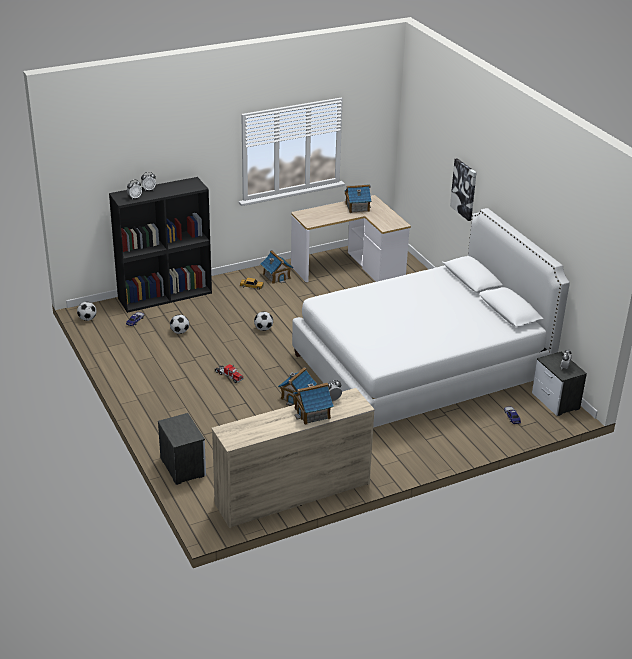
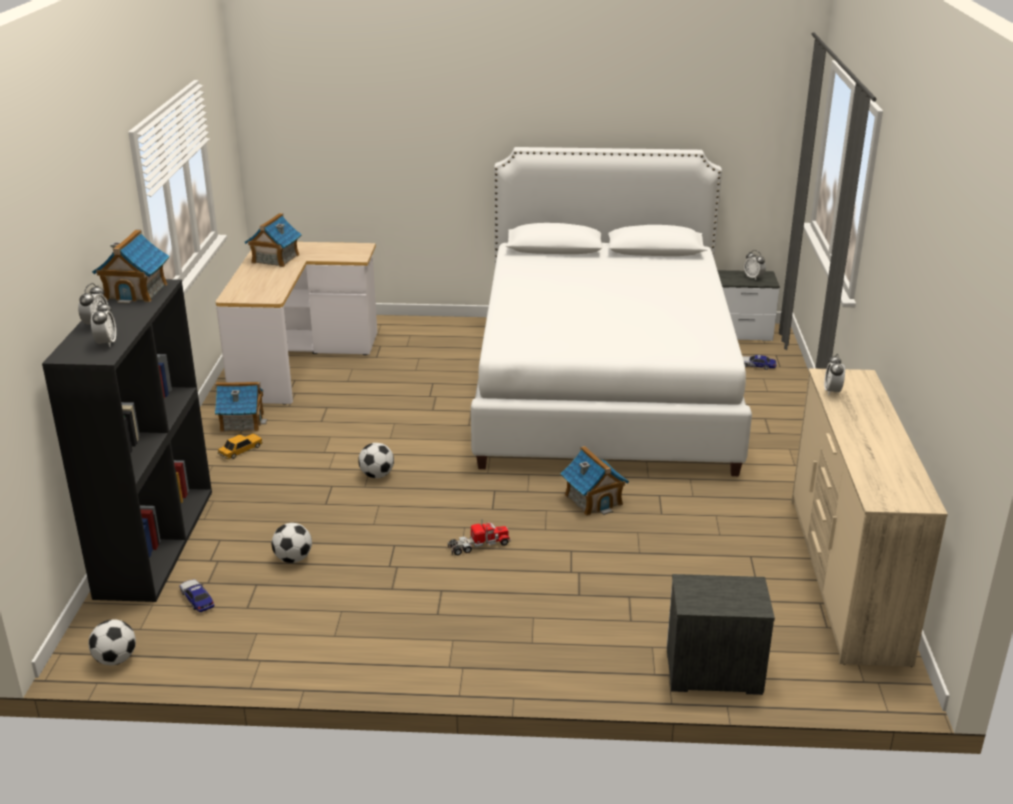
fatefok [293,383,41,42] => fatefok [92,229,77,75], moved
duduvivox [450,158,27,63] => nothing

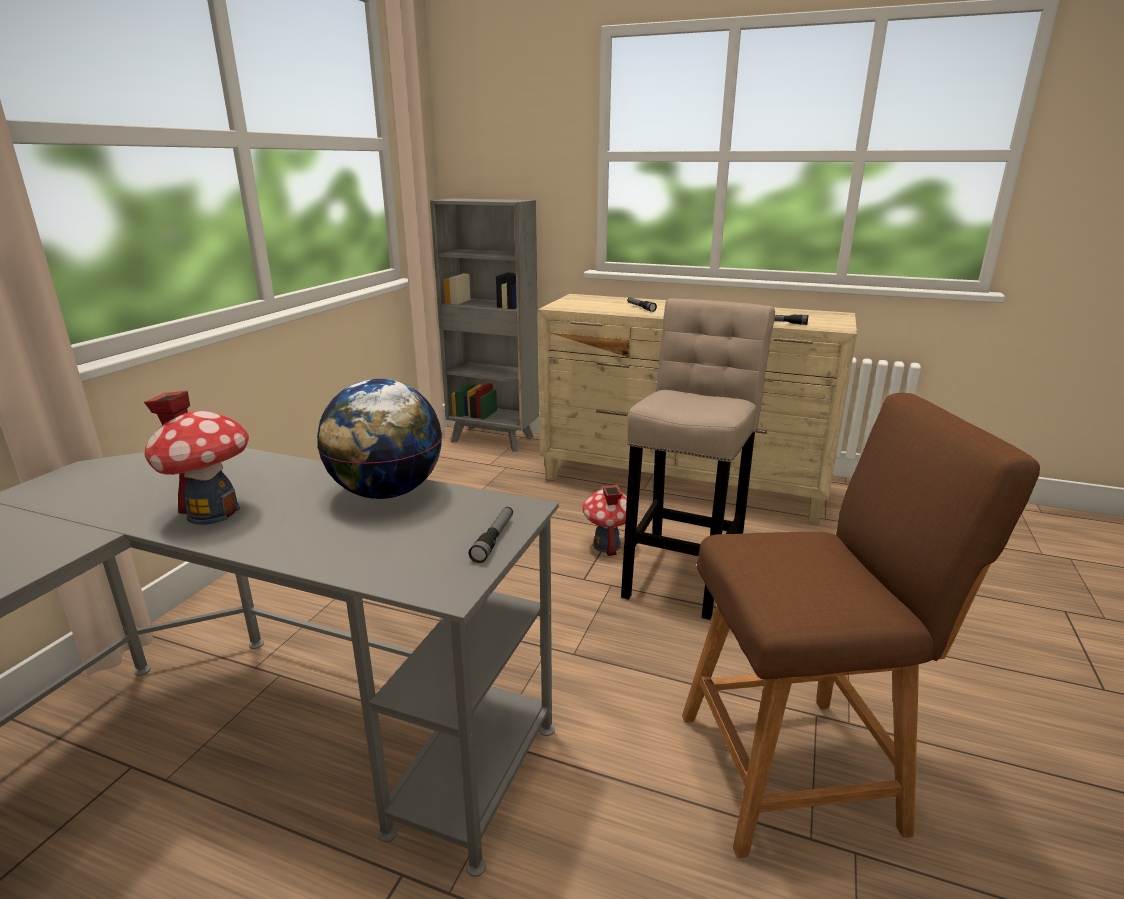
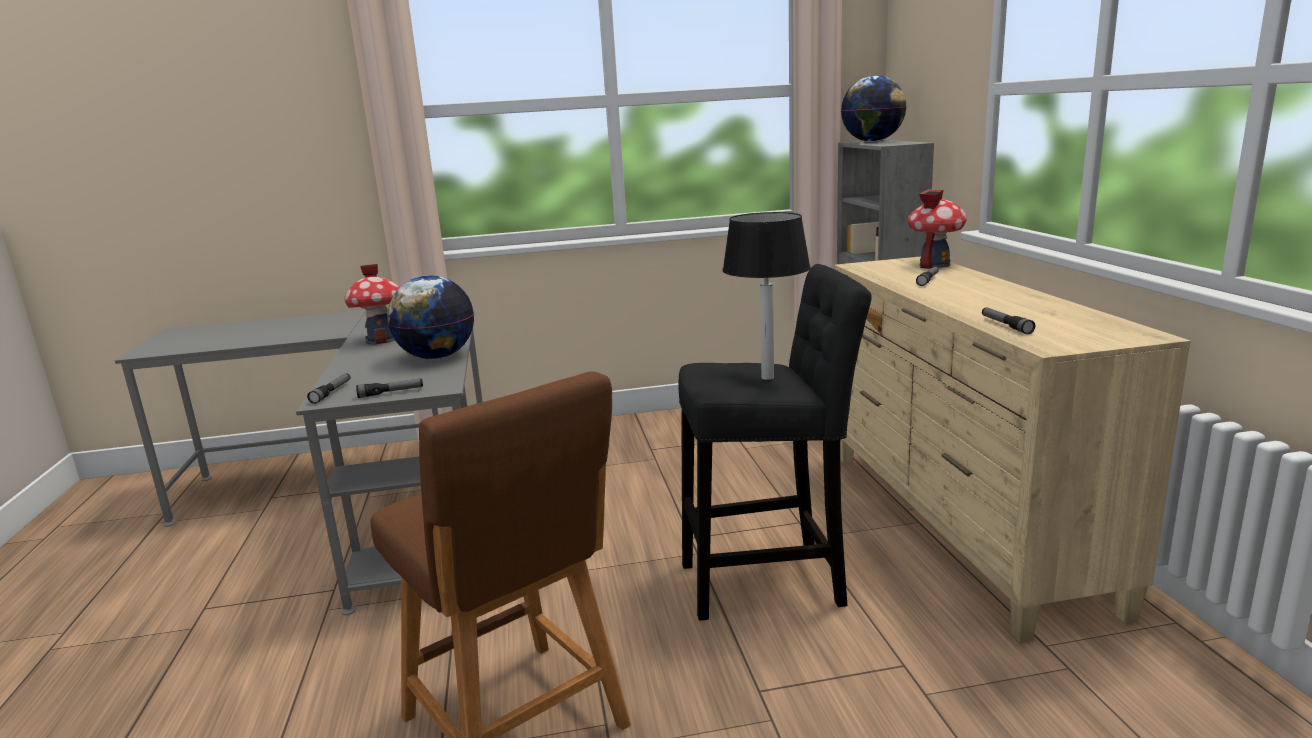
fatefok [582,485,45,71] => fatefok [908,189,59,80], moved
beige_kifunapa [621,298,154,322] => black_kifunapa [679,264,193,357]
nothing => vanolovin [307,373,44,31]
nothing => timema [722,212,89,168]
nothing => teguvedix [841,75,66,67]

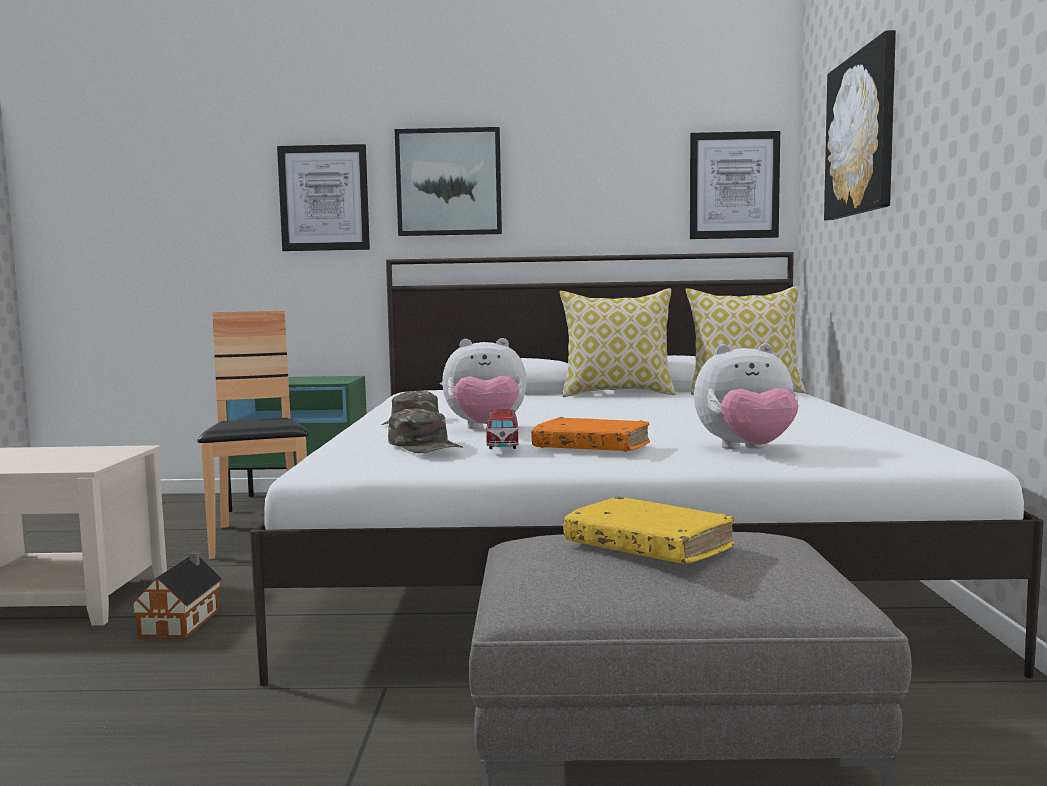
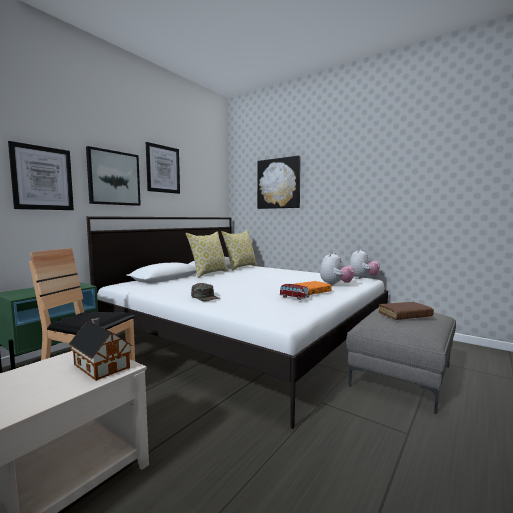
fatefok [130,551,93,87] => fatefok [69,318,63,63], moved
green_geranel [388,409,75,44] => nothing
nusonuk [442,338,85,91] => nusonuk [350,249,30,30], moved
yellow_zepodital [563,497,172,67] => brown_zepodital [379,302,55,18]
duduvivox [690,131,90,108] => duduvivox [146,142,34,52], moved

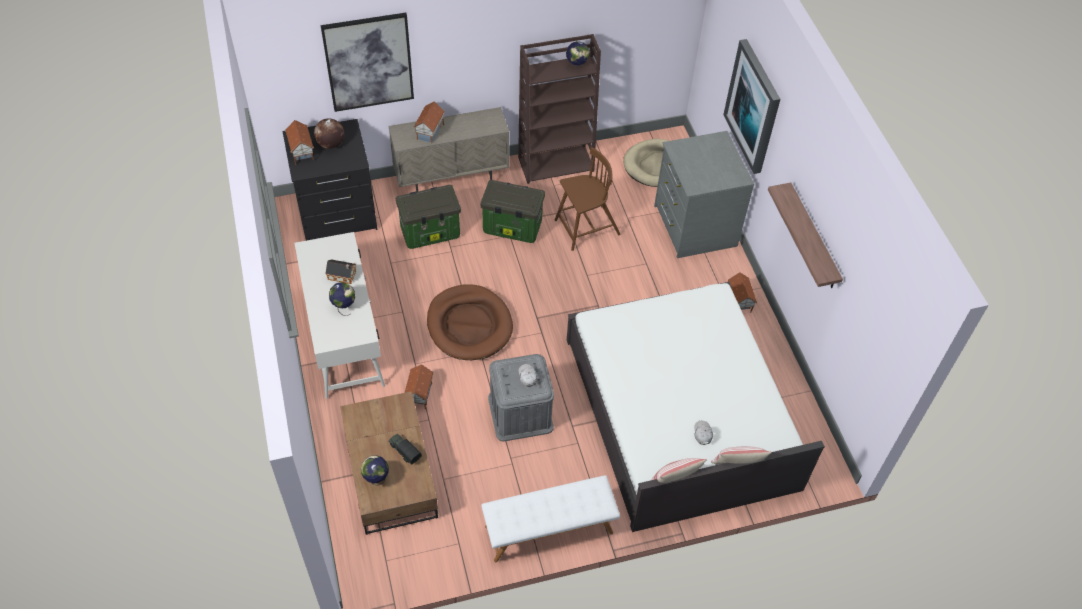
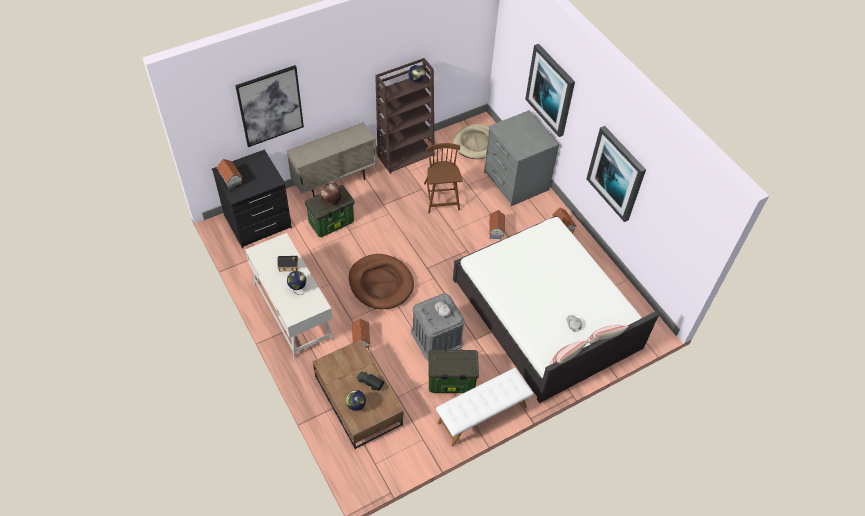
teguvedix [314,118,30,31] => teguvedix [320,183,22,22], moved
fatefok [414,101,31,43] => fatefok [489,210,16,29], moved
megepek [480,180,65,63] => megepek [428,349,51,44], moved
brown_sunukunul [555,147,66,104] => brown_sunukunul [424,143,39,70], 60 degrees counterclockwise
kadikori [768,183,75,105] => duduvivox [586,126,60,96]

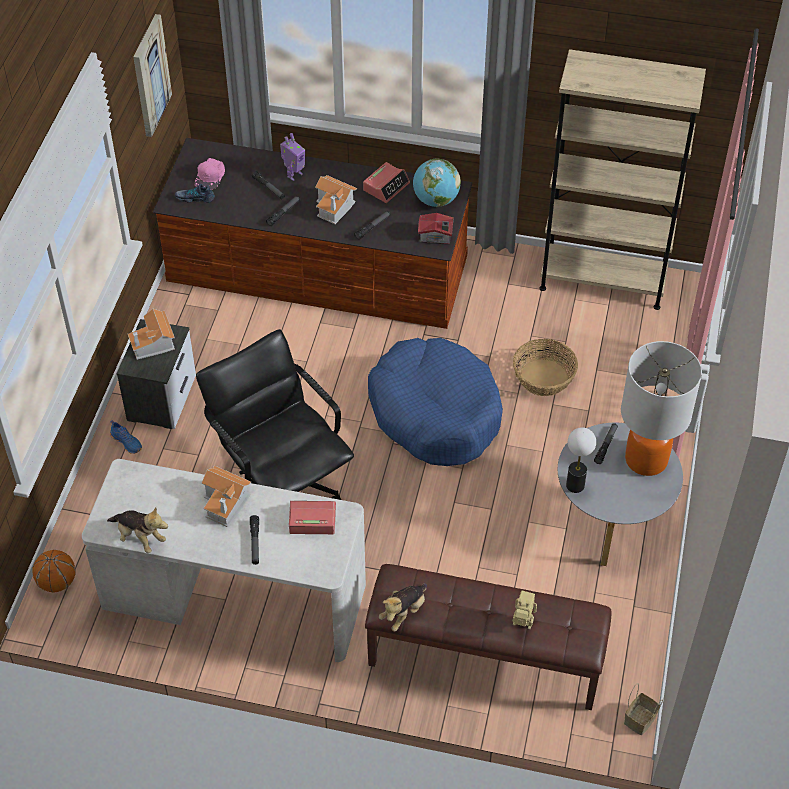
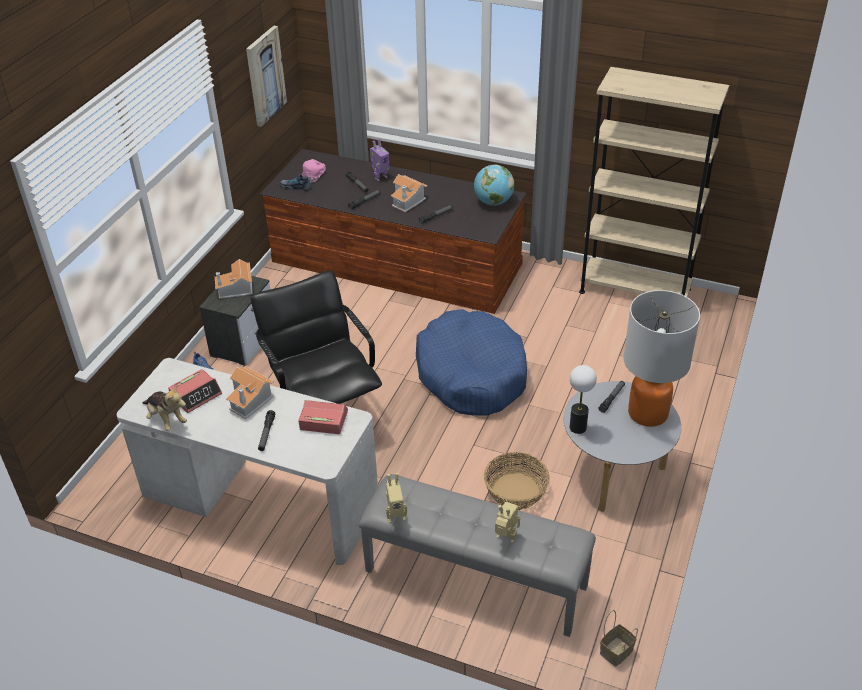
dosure [32,550,44,42] => nothing
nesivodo [363,162,47,41] => nesivodo [168,369,54,44], moved
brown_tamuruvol [365,564,247,146] => grey_tamuruvol [359,474,237,163]
nusonuk [379,583,48,49] => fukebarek [386,473,21,50]
fatefok [418,213,36,32] => nothing
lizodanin [513,338,65,58] => lizodanin [484,452,66,58], moved

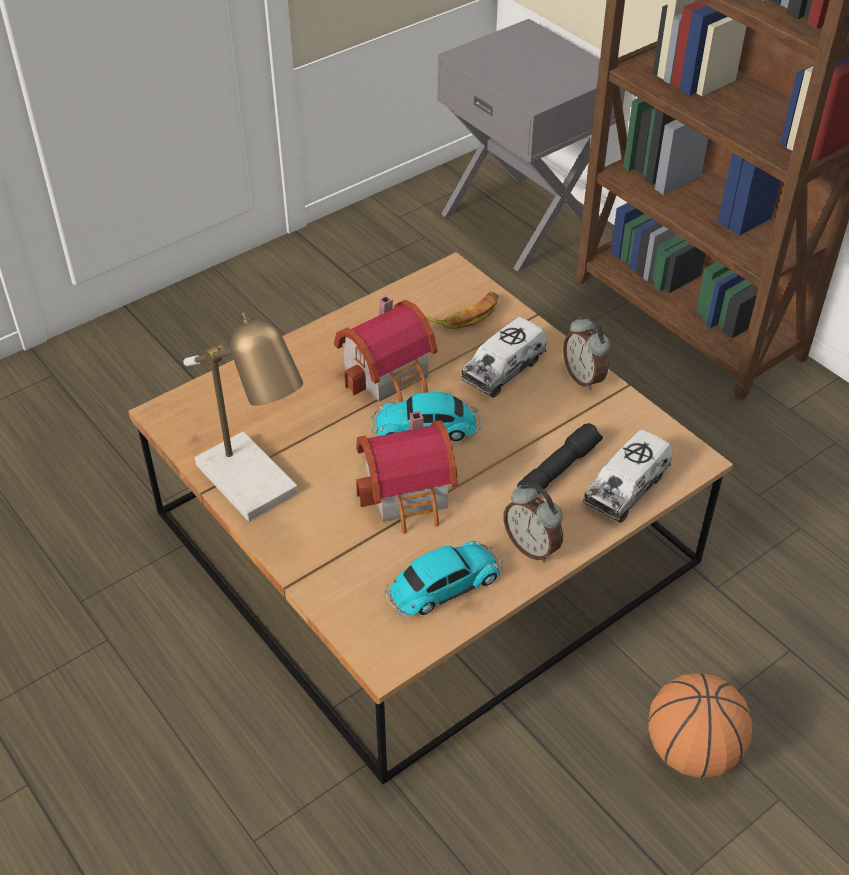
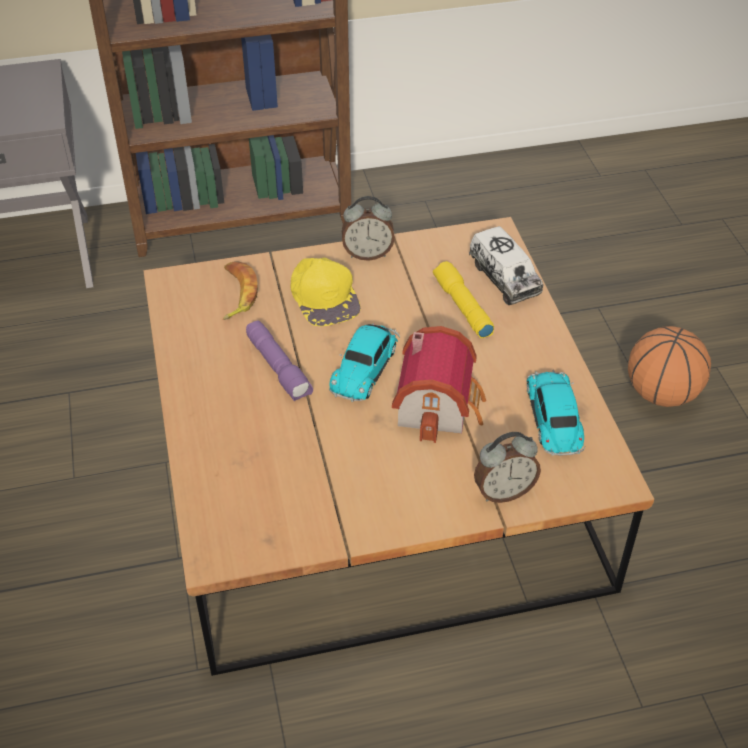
timema [183,311,120,211] => nothing
fatefok [334,295,103,107] => purple_vanolovin [246,320,67,81]
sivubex [461,317,86,81] => yellow_geranel [291,258,70,68]
nesivodo [504,484,59,78] => nesivodo [474,432,67,71], moved
black_vanolovin [517,423,86,71] => yellow_vanolovin [433,261,61,77]

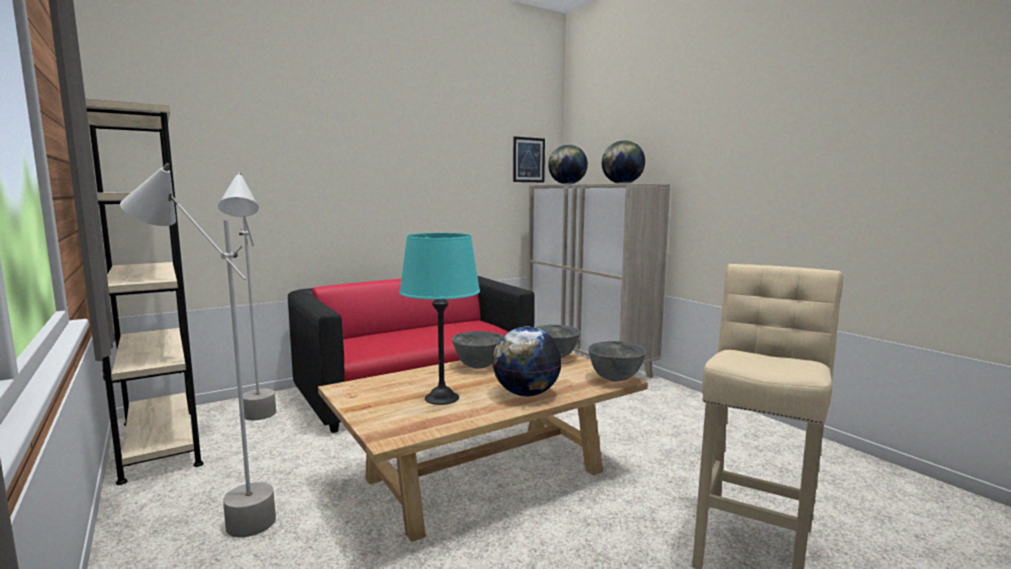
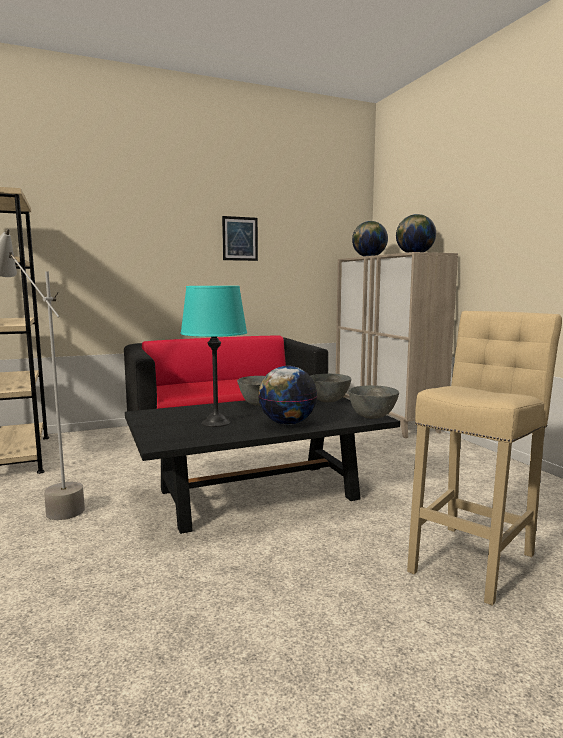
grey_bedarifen [218,172,58,249] => nothing
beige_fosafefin [318,353,330,189] => black_fosafefin [125,397,275,137]
duduvivox [513,136,32,46] => duduvivox [222,216,36,45], moved

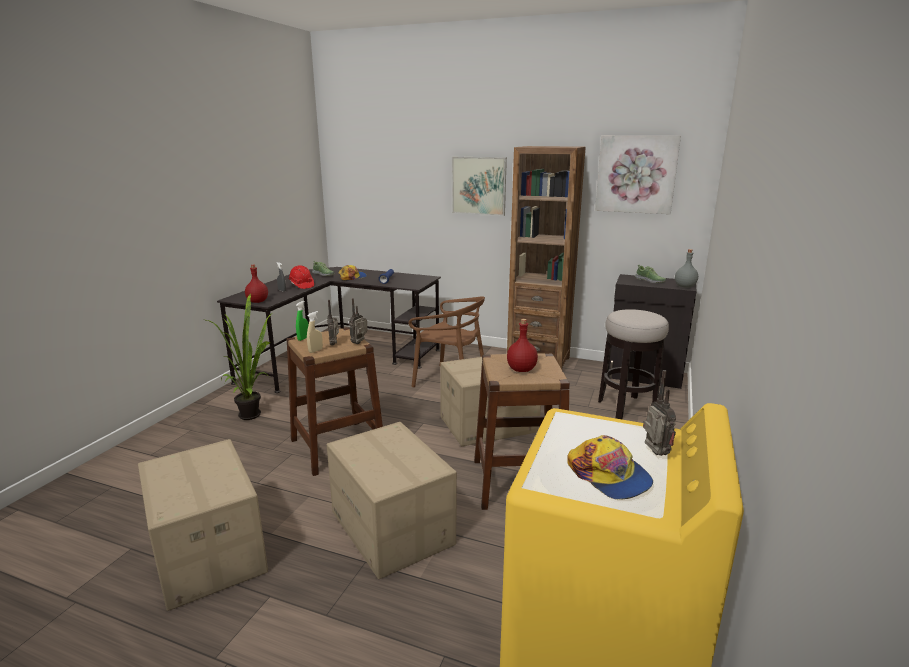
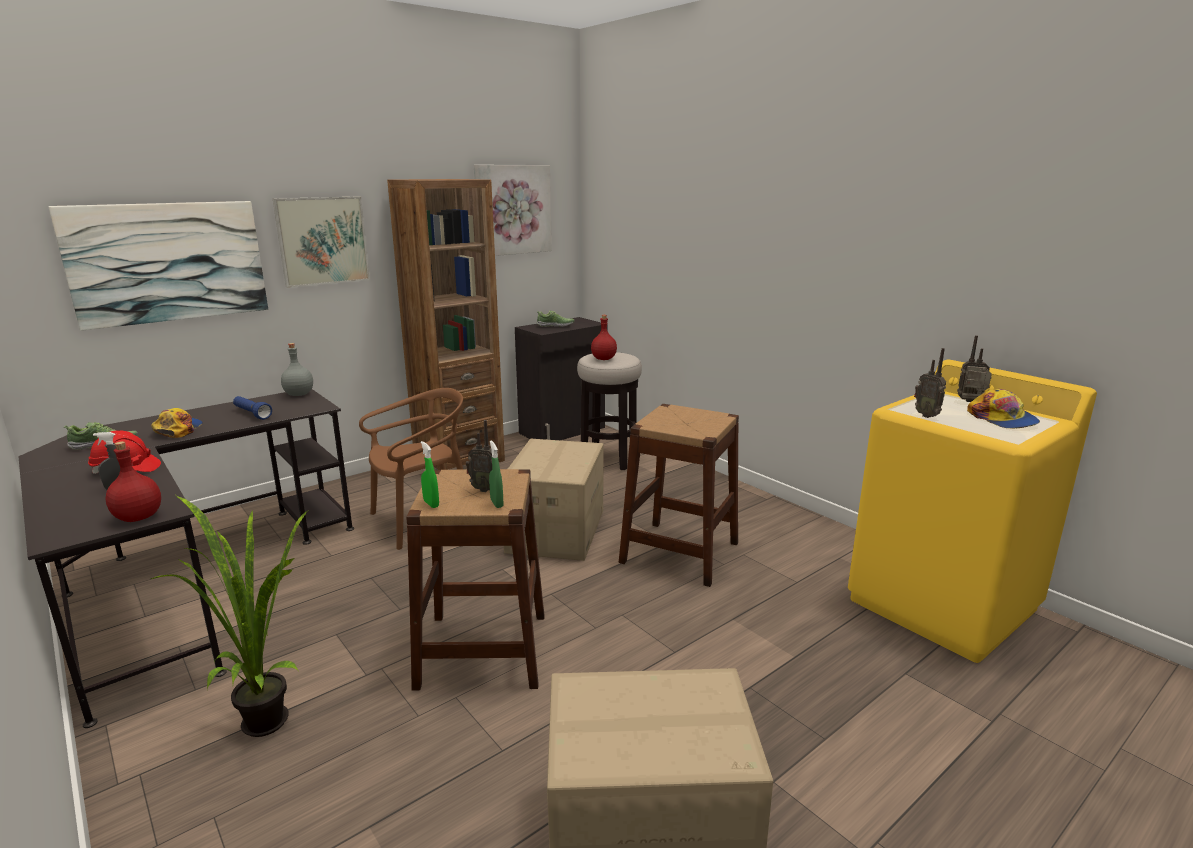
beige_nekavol [307,311,16,42] => green_nekavol [489,440,14,68]
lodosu [327,422,130,157] => nothing
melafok [349,298,19,46] => melafok [914,348,32,70], moved
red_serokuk [507,319,31,53] => red_serokuk [591,315,26,45], moved
geranel [567,435,86,65] => geranel [967,389,73,40], 75 degrees clockwise
grey_serokuk [675,249,23,39] => grey_serokuk [281,343,32,53], moved
nothing => duduvivox [48,201,220,130]

